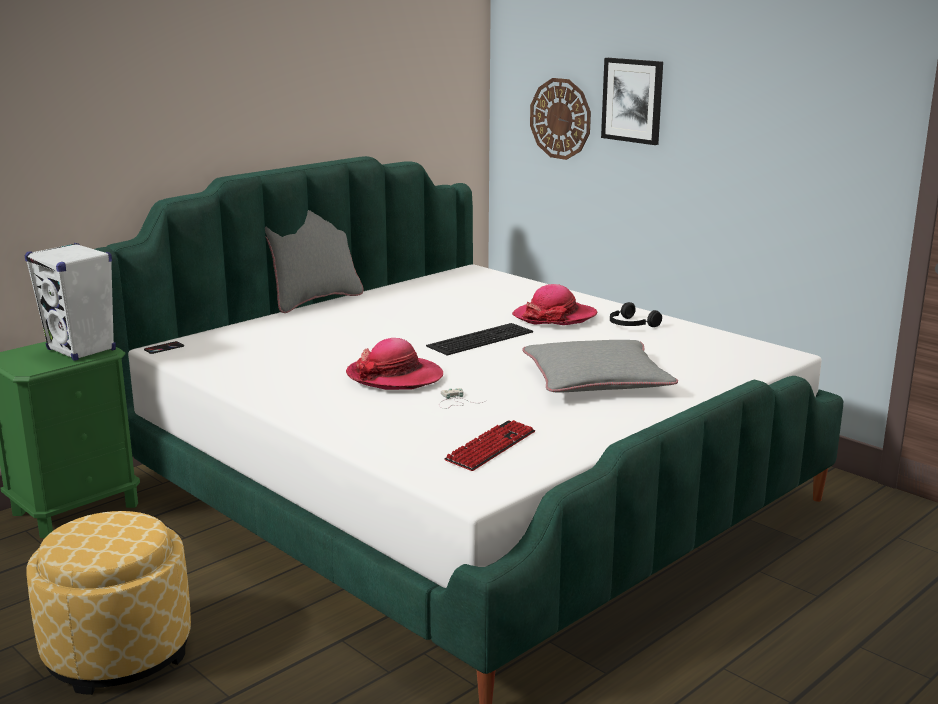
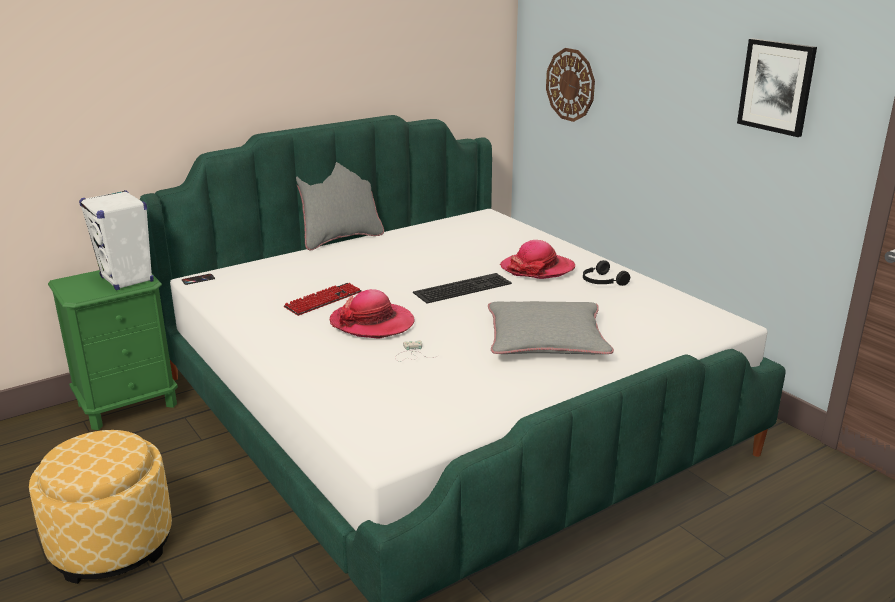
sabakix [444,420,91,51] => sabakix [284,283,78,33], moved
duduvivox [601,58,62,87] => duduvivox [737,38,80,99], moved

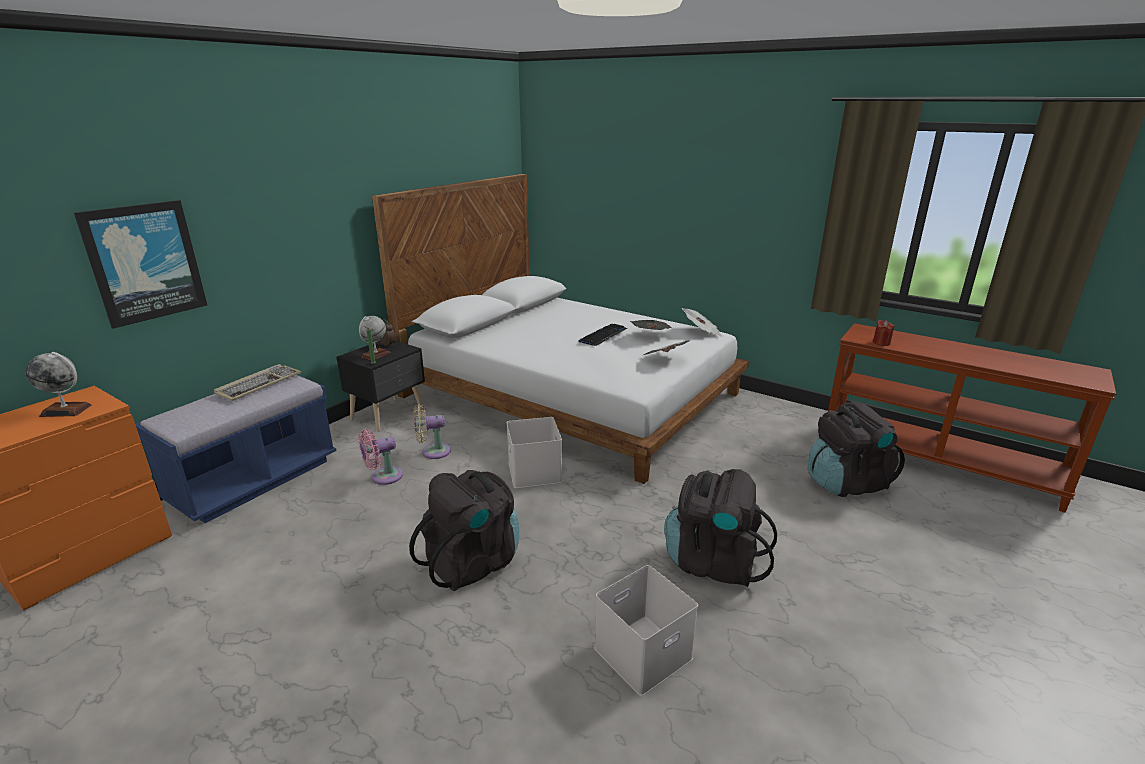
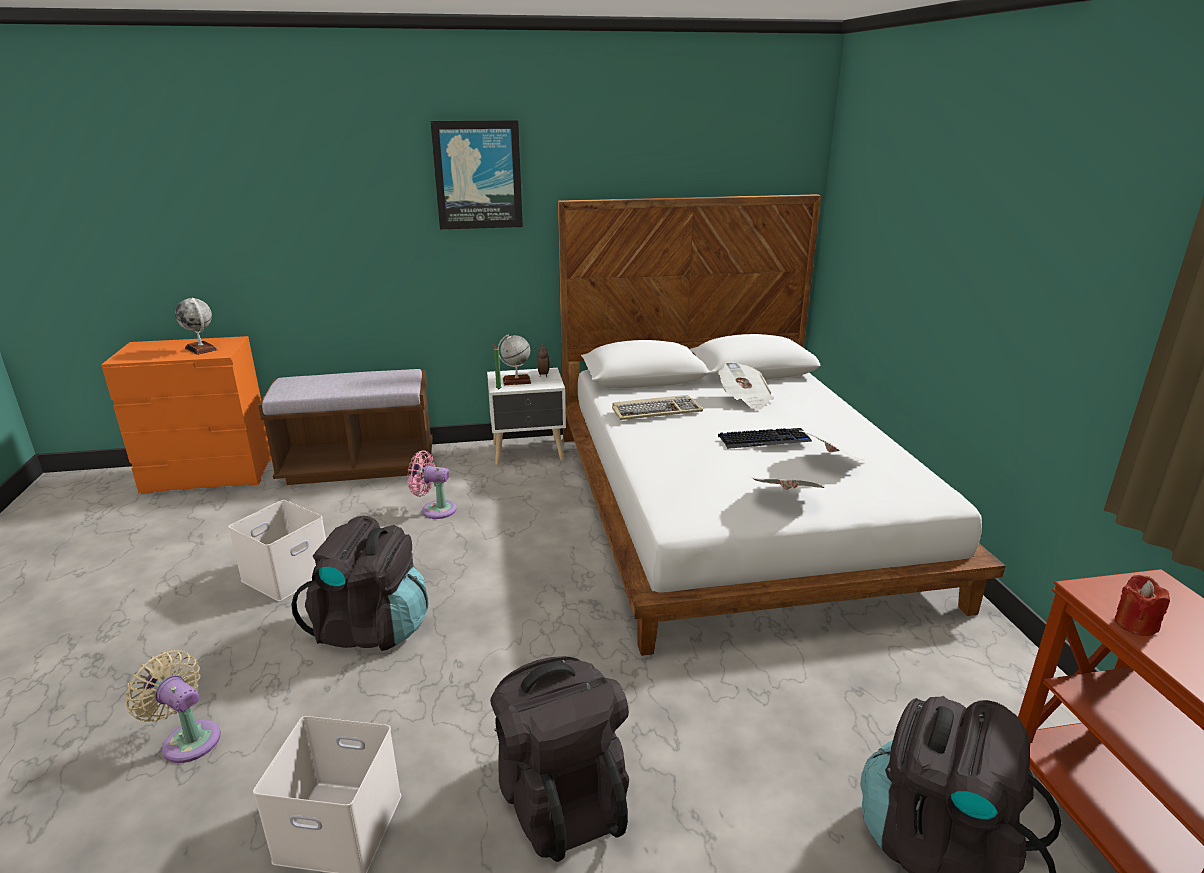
duduvivox [74,200,133,129] => duduvivox [431,120,92,109], moved
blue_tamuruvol [135,375,201,148] => brown_tamuruvol [258,369,174,116]
sabakix [214,364,87,37] => sabakix [612,395,91,25], moved
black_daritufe [337,341,88,90] => white_daritufe [487,368,79,97]
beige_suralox [413,404,38,55] => beige_suralox [125,650,96,113], moved
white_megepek [507,417,55,71] => white_megepek [228,500,98,101], moved
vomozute [682,308,41,29] => vomozute [718,361,56,50], moved

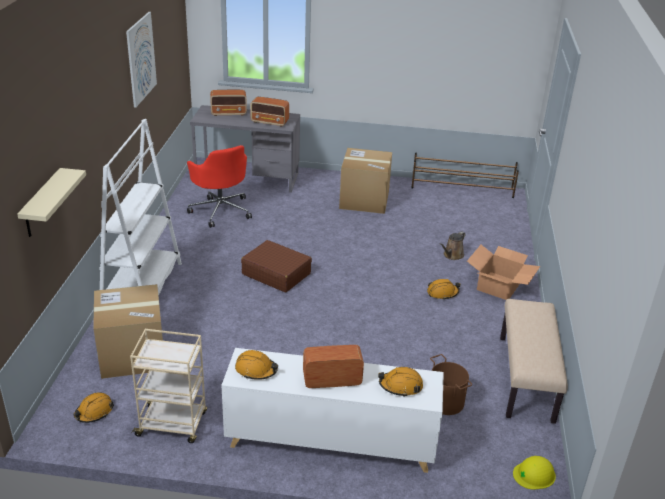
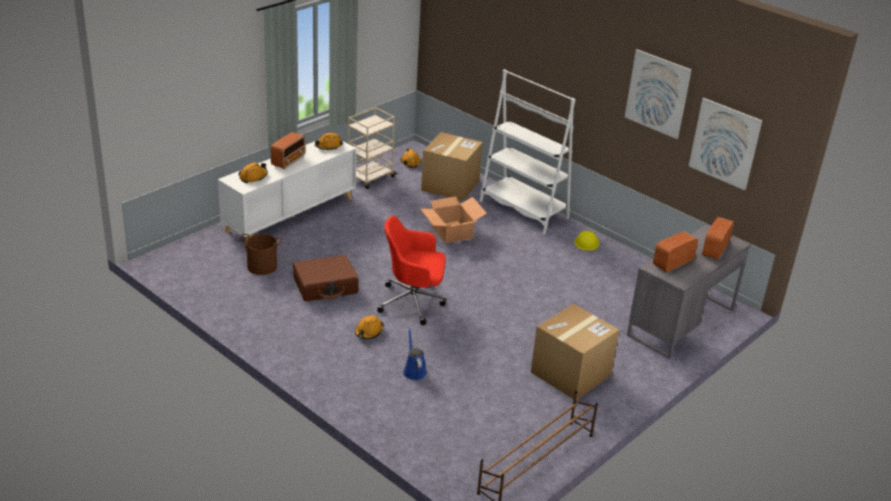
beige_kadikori [17,168,69,69] => nothing
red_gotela [187,145,65,83] => red_gotela [377,216,69,109], moved
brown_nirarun [241,240,71,52] => brown_nirarun [293,255,66,46], moved
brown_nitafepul [440,231,26,29] => blue_nitafepul [403,328,24,52]
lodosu [467,245,73,55] => lodosu [420,197,67,46], moved
beige_tamuruvol [500,299,68,125] => nothing
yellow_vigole [513,456,43,34] => yellow_vigole [574,231,25,20], moved
nothing => duduvivox [689,98,73,92]

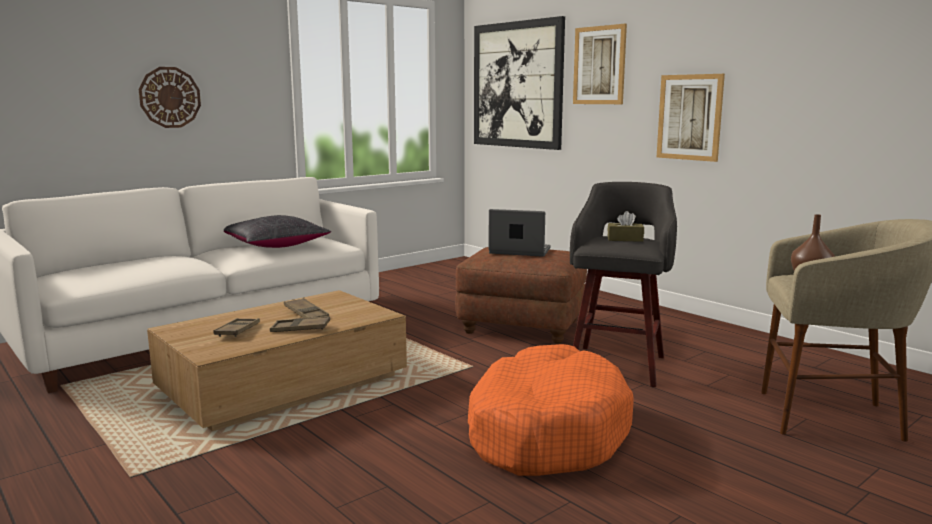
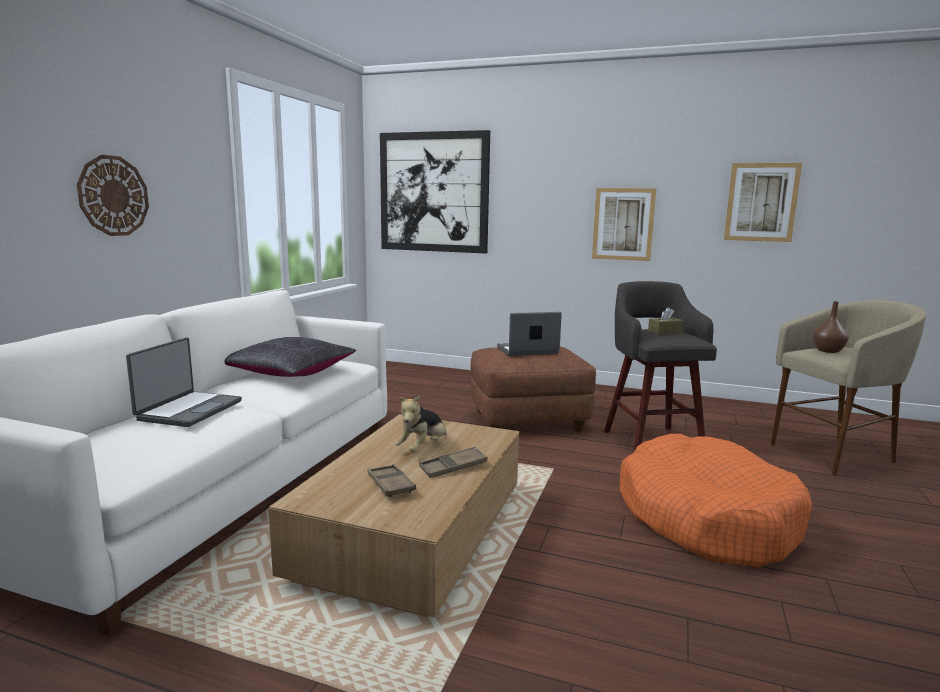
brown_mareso [284,298,45,20] => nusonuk [394,395,52,57]
duduvivox [573,24,54,80] => duduvivox [724,163,78,79], moved
nothing => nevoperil [126,337,116,90]

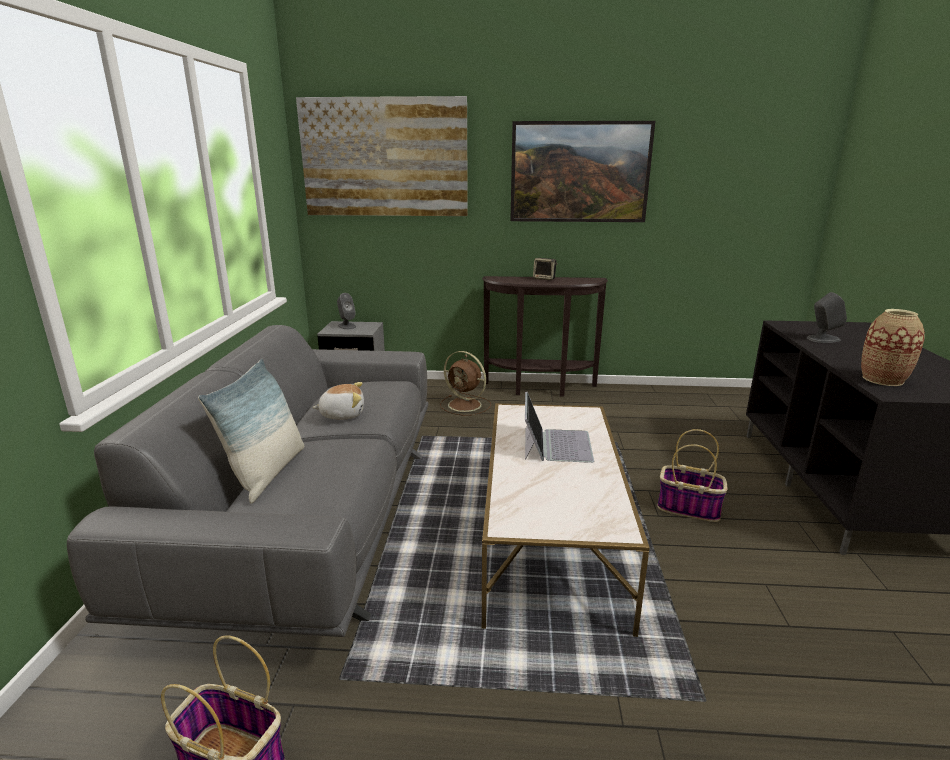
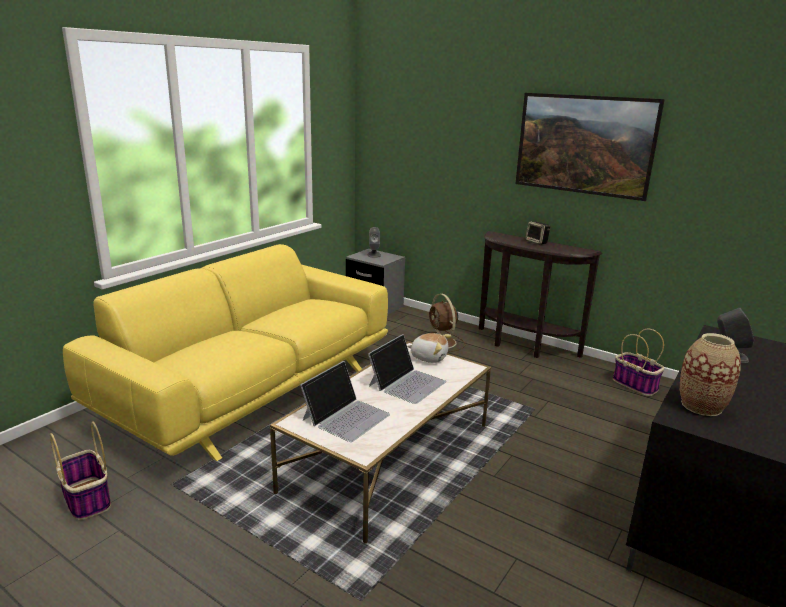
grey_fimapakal [67,325,361,312] => yellow_fimapakal [63,244,325,217]
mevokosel [198,359,106,144] => nothing
duduvivox [296,96,172,120] => nothing
nusonuk [312,382,52,37] => nusonuk [407,333,44,30], moved
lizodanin [657,429,70,93] => lizodanin [613,329,52,67], moved
nothing => nevoperil [300,361,90,81]

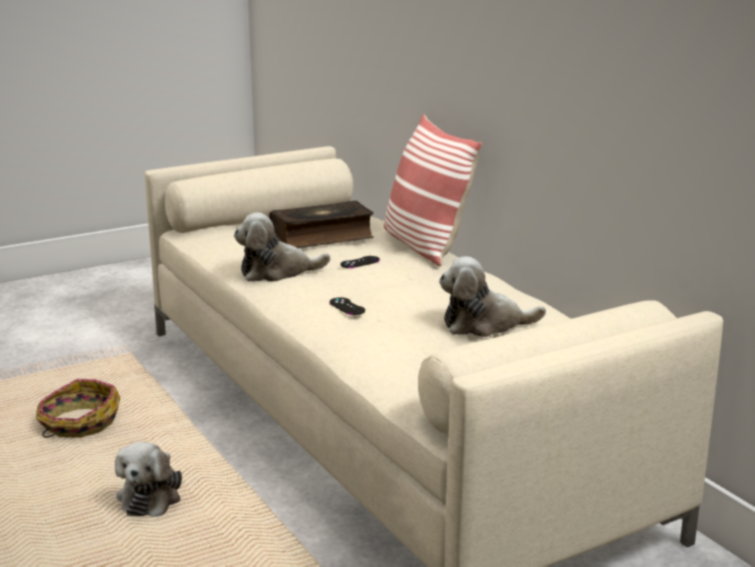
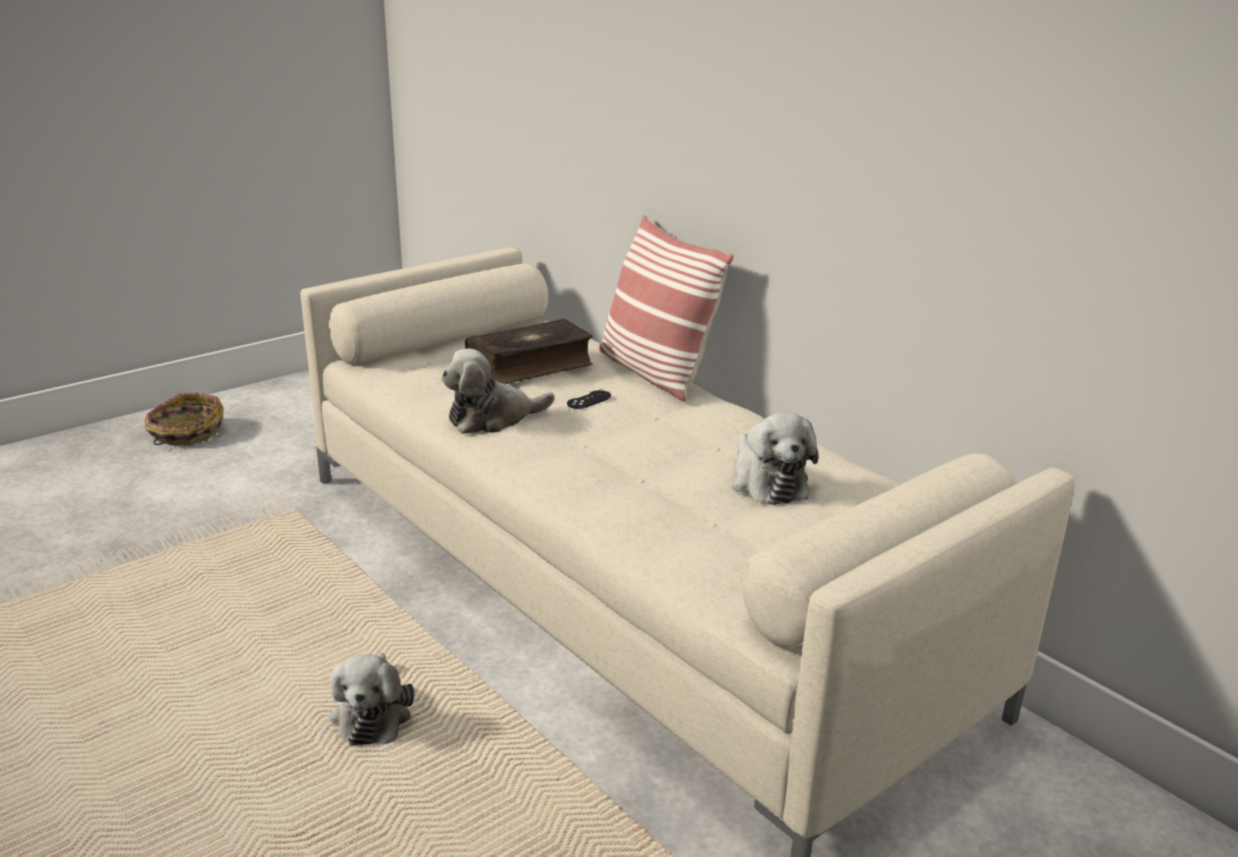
lizodanin [36,379,84,59] => lizodanin [145,393,79,53], moved
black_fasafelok [329,297,36,18] => nothing
nusonuk [439,257,107,80] => nusonuk [732,412,87,93], 90 degrees counterclockwise

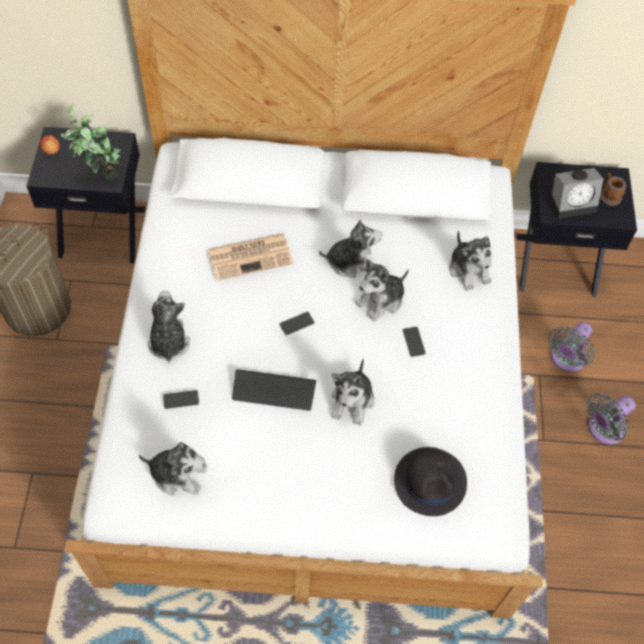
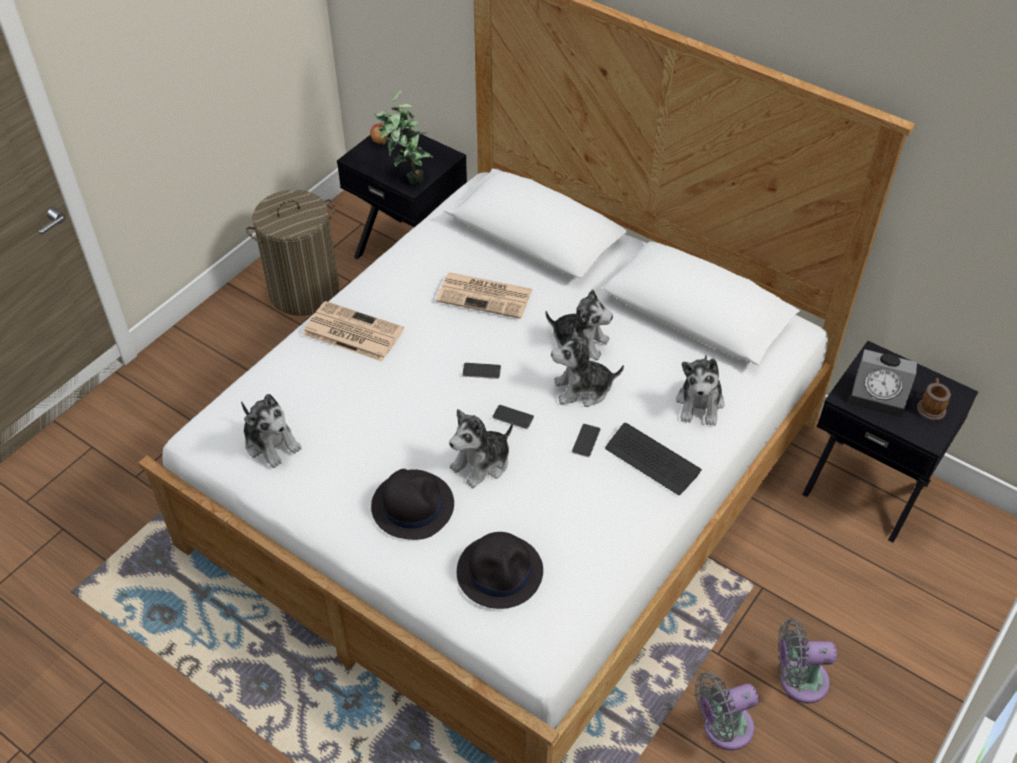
nusonuk [148,291,42,72] => vomozute [303,301,101,61]
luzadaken [163,390,36,19] => luzadaken [492,405,42,24], moved
sabakix [232,369,84,42] => sabakix [605,423,97,72], moved
grey_suralox [548,322,47,50] => grey_suralox [695,673,64,77], moved
nothing => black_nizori [371,469,83,71]

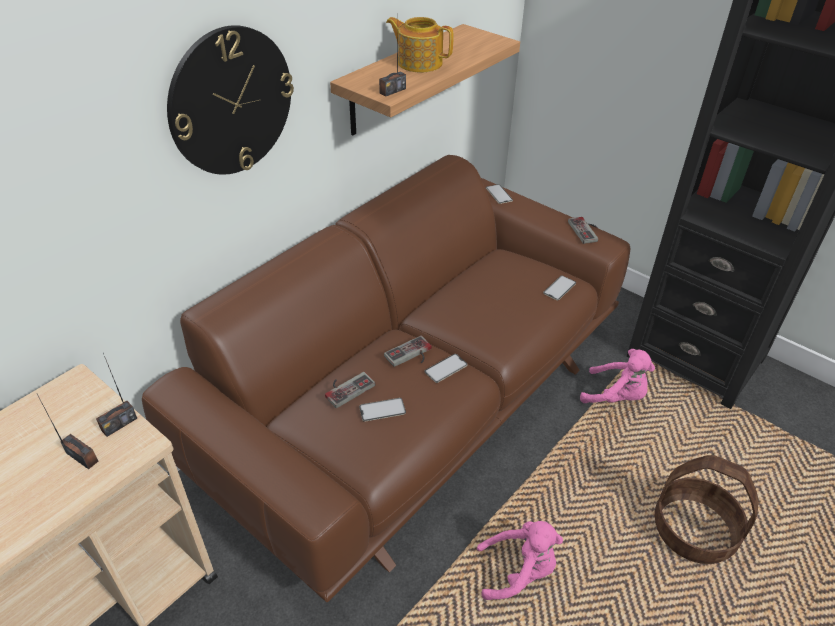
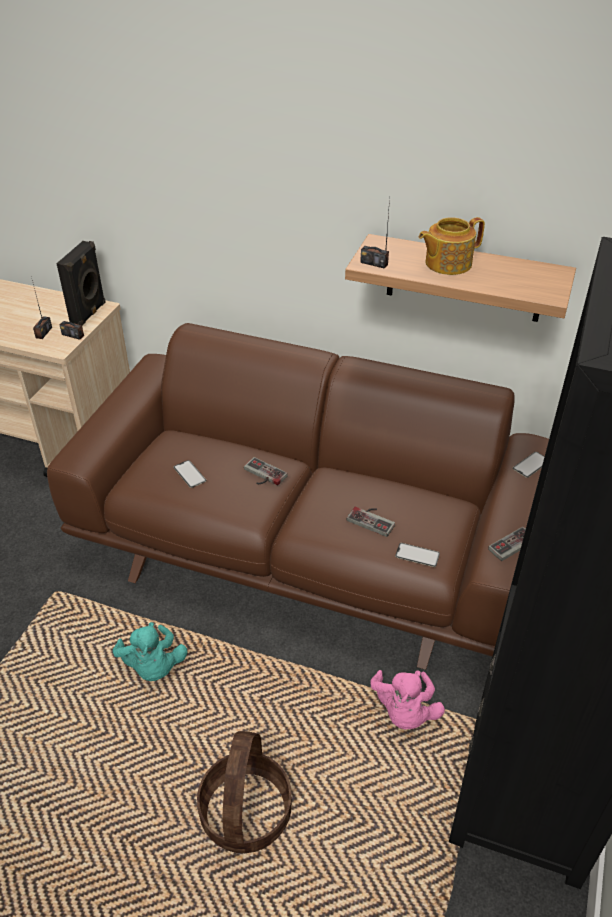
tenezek [167,25,127,150] => nothing
fasafelok [325,372,50,36] => fasafelok [347,507,48,30], moved
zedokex [386,17,68,56] => zedokex [419,217,66,58], 120 degrees counterclockwise
luzadaken [425,354,43,29] => nothing
pink_nusonuk [477,521,86,79] => turquoise_nusonuk [113,622,75,59]
nothing => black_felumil [56,241,50,85]

